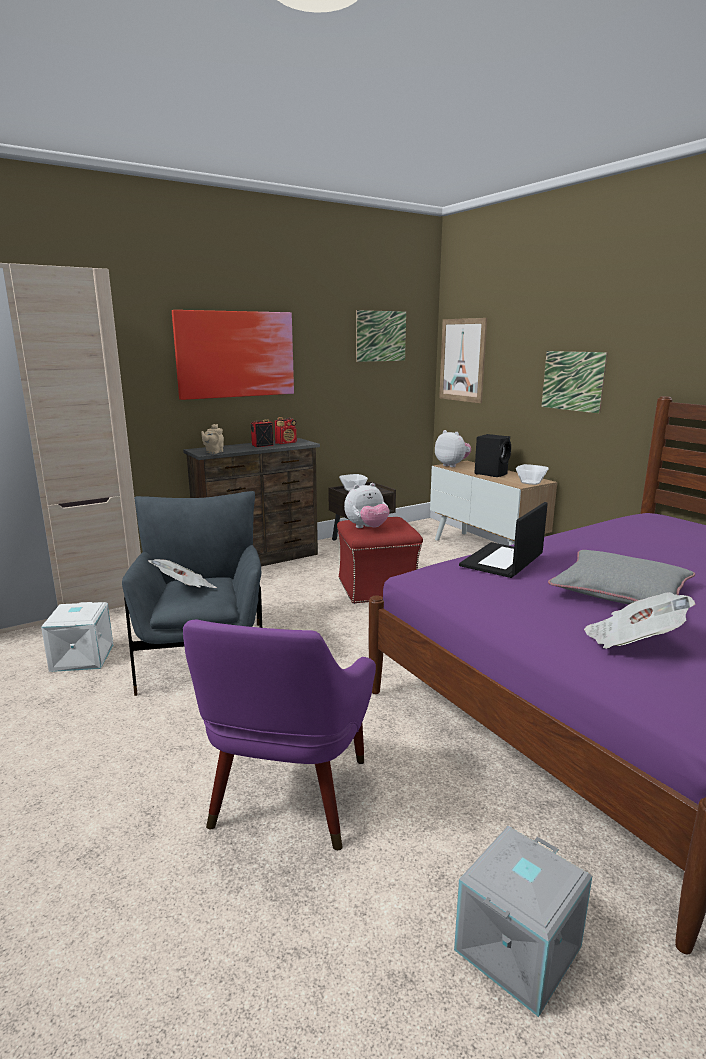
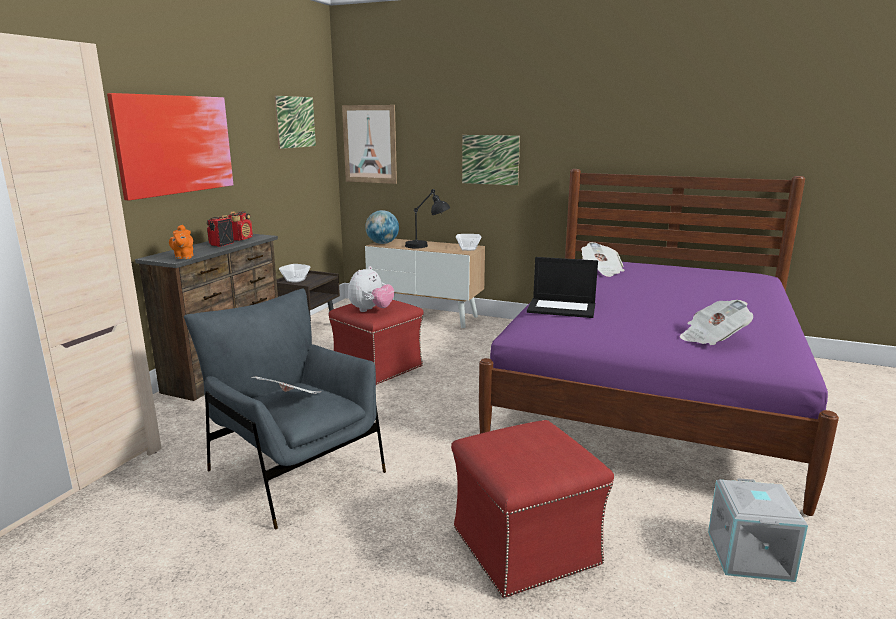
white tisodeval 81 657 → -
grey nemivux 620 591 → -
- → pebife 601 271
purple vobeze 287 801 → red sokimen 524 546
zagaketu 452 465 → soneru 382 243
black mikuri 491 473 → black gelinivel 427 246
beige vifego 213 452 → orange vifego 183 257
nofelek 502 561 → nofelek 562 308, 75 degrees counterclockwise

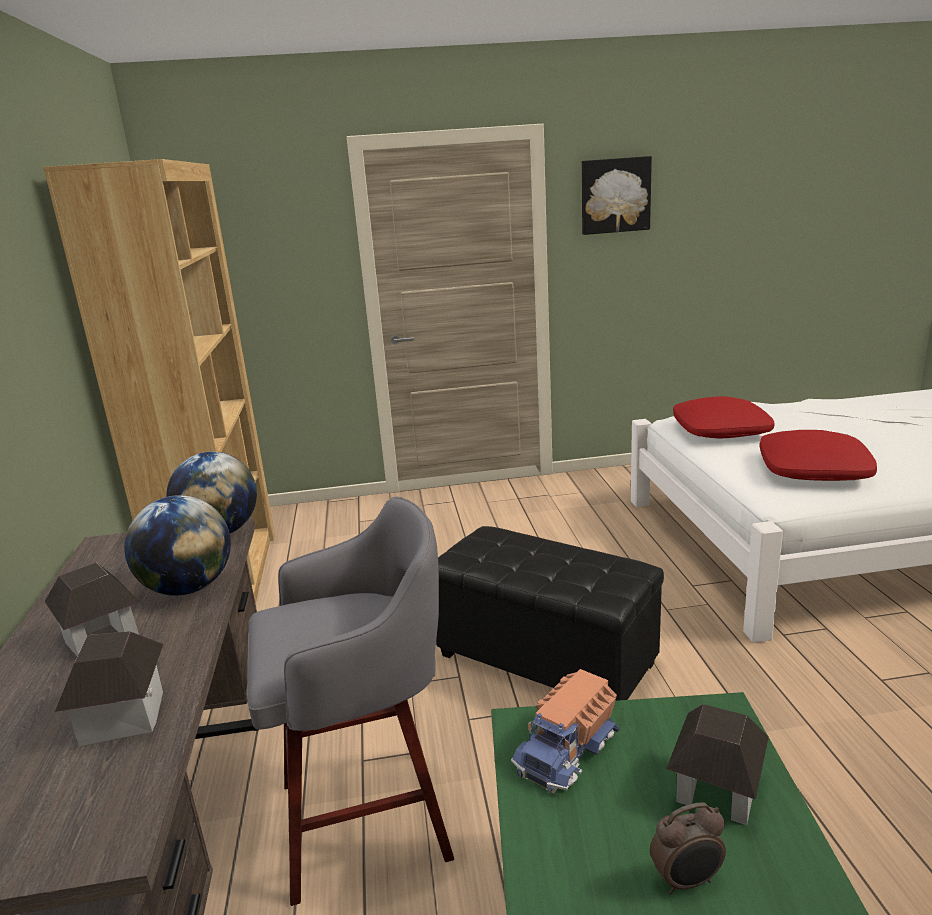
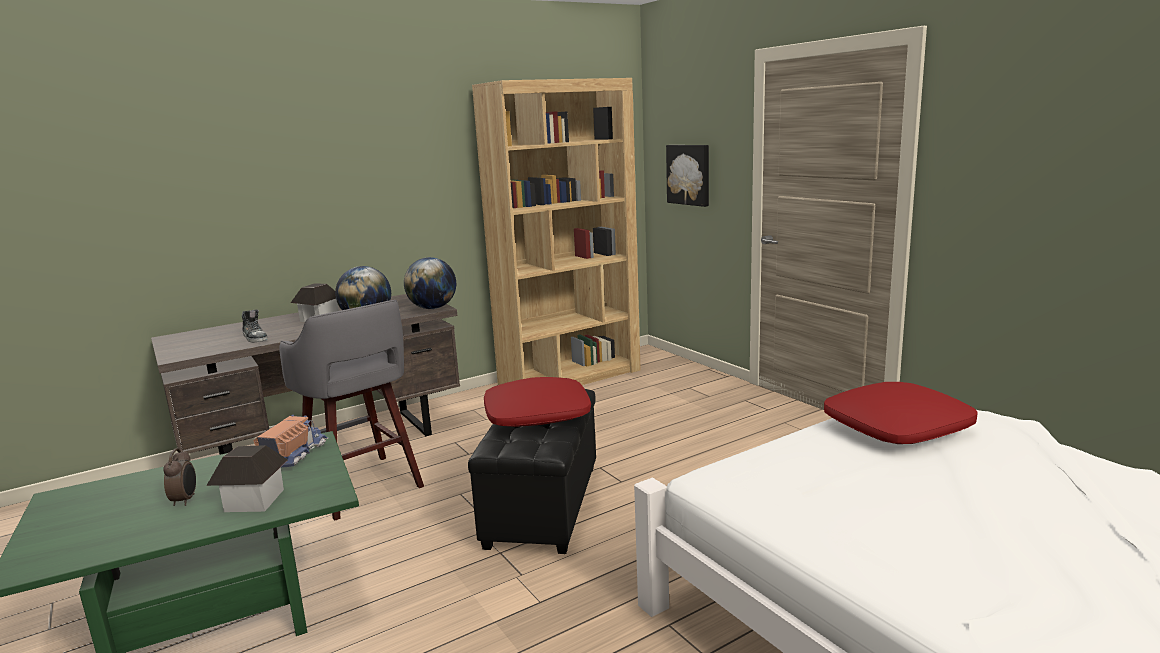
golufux 615 195 → golufux 689 174, shifted
red nemivux 814 470 → red nemivux 537 415, shifted
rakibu 123 716 → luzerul 255 338
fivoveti 568 750 → fivoveti 292 456, 90 degrees clockwise
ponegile 687 881 → ponegile 185 500, 150 degrees counterclockwise

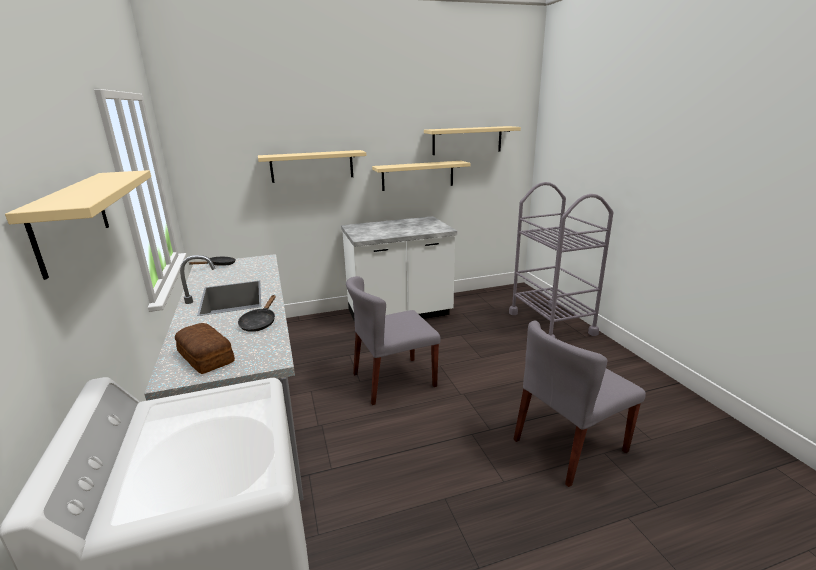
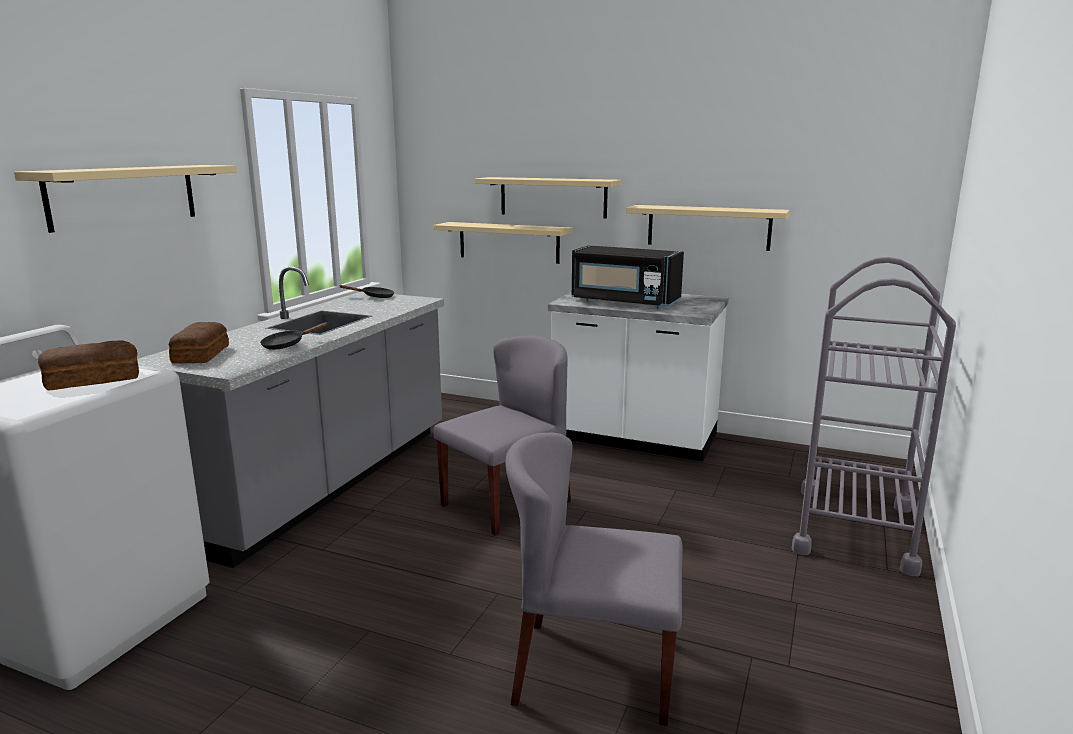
- → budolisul 92 379
- → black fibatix 624 302
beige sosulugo 467 140 → beige sosulugo 508 242, shifted
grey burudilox 393 380 → grey burudilox 506 502, 120 degrees clockwise

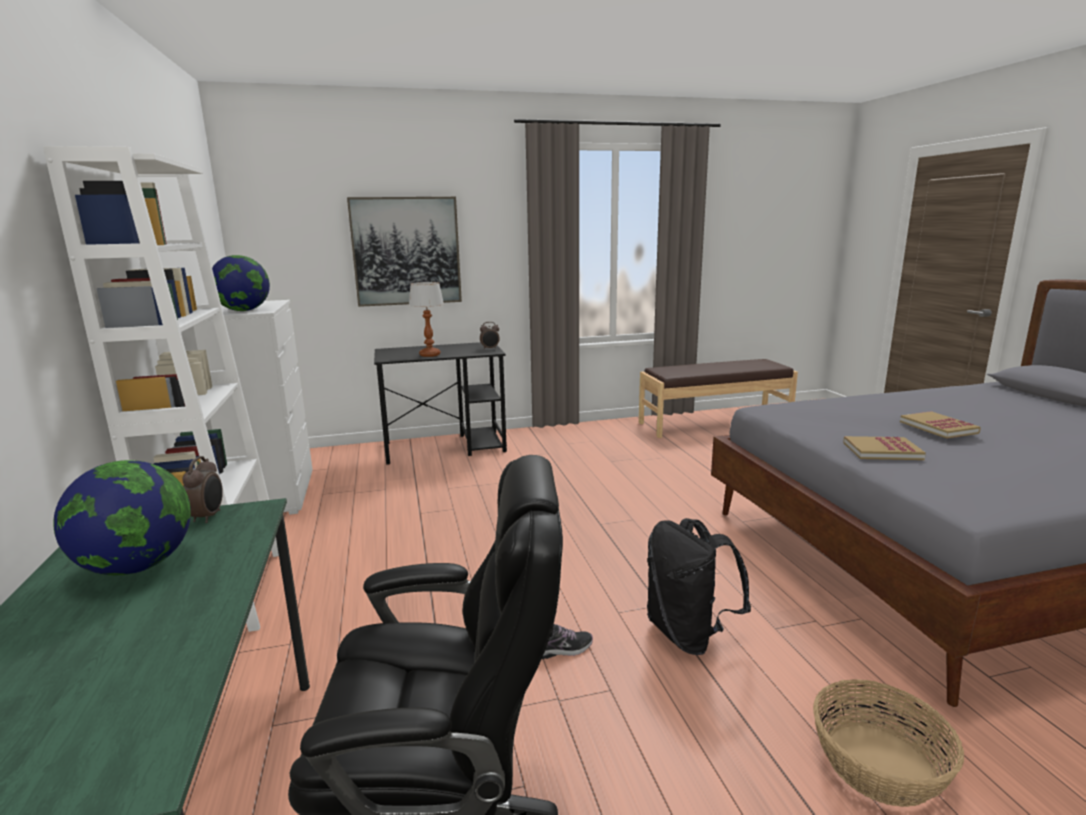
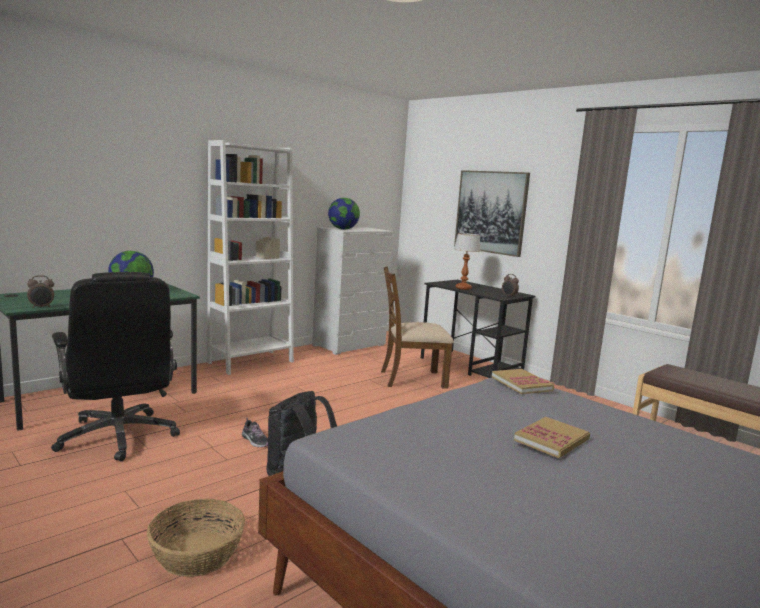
- → brown burudilox 412 379
ponegile 208 517 → ponegile 41 307, shifted
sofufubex 882 451 → sofufubex 521 383, shifted

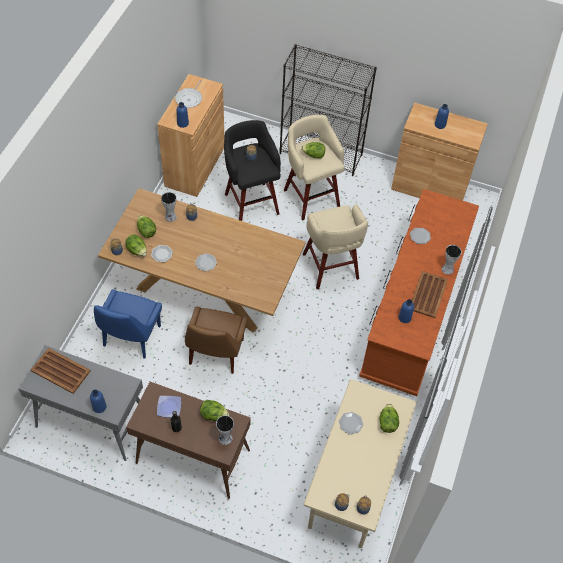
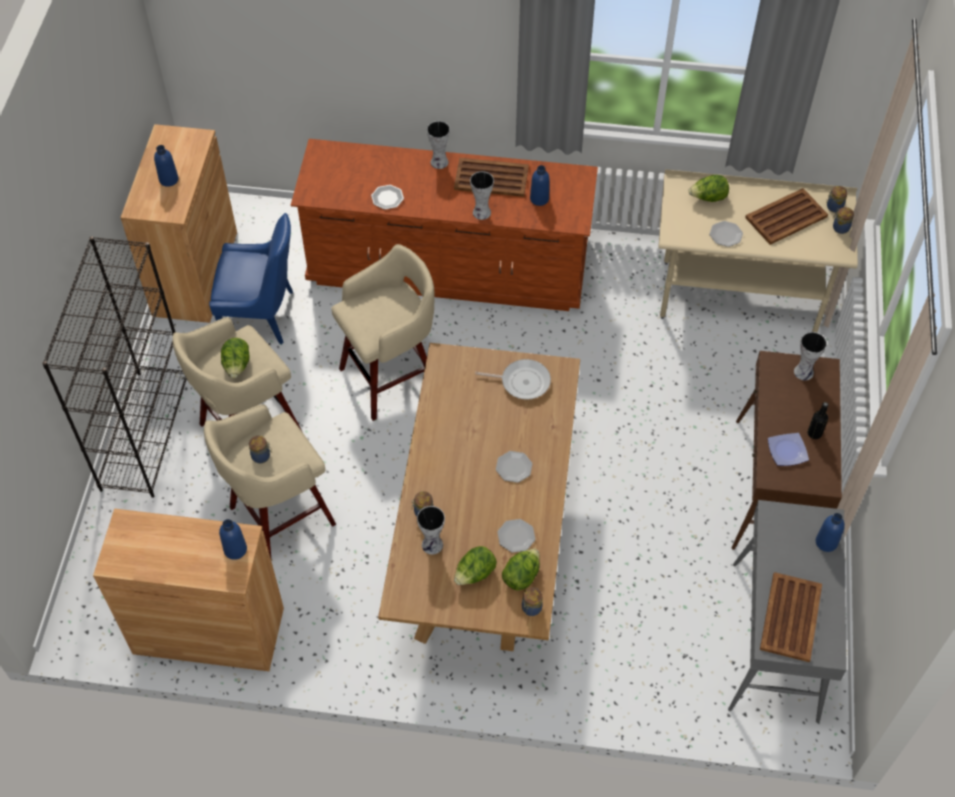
brown burudilox 215 353 → -
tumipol 213 415 → -
- → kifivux 481 213
- → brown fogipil 787 217
blue burudilox 131 337 → blue burudilox 261 315, shifted
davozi 189 99 → davozi 522 381, shifted
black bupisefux 251 202 → beige bupisefux 279 517

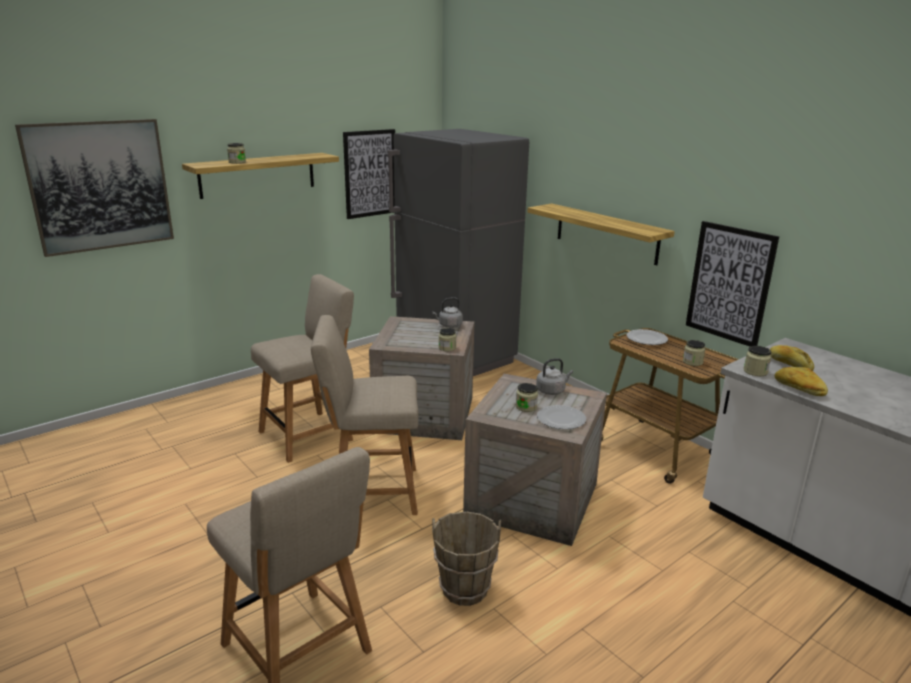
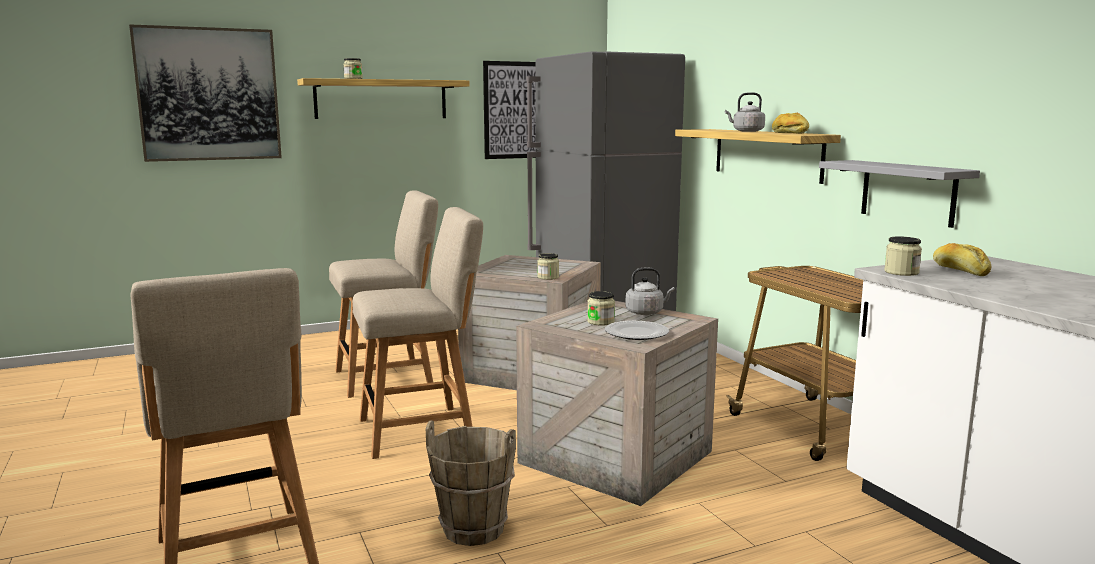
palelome 646 339 → -
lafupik 692 362 → -
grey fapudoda 449 325 → grey fapudoda 746 131, shifted
budolisul 799 389 → budolisul 789 133, shifted
golufux 730 283 → grey sosulugo 907 192
beige burudilox 371 492 → beige burudilox 422 430, 150 degrees clockwise

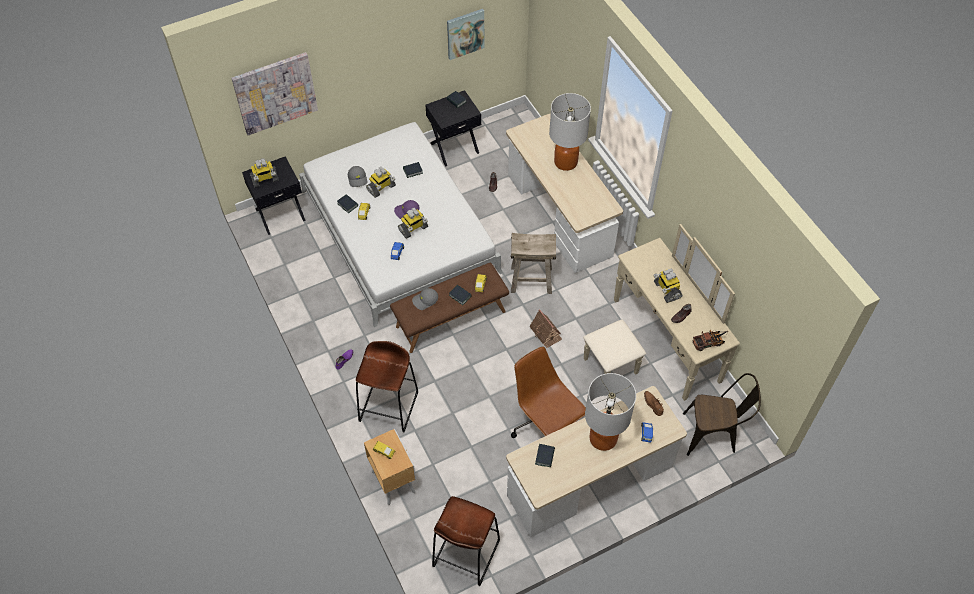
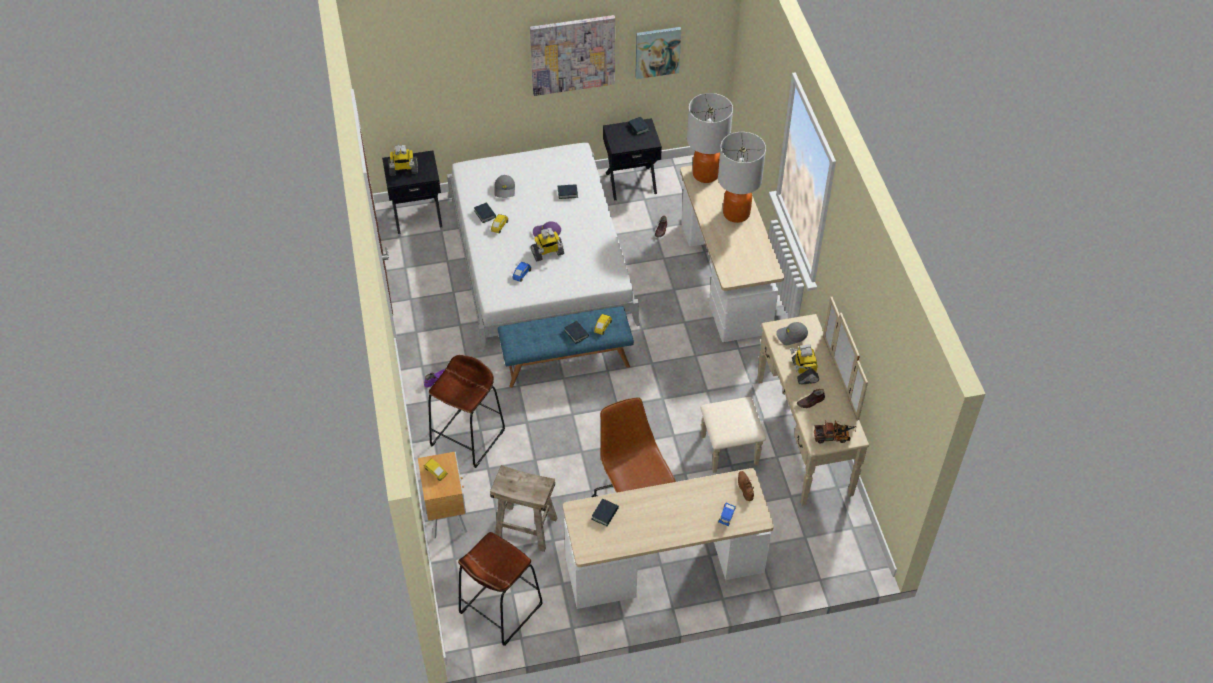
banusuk 381 188 → -
rakibu 546 333 → -
brown burudilox 713 434 → -
golufux 275 93 → golufux 572 54, shifted
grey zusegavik 425 301 → grey zusegavik 791 336, shifted
beige bupisefux 531 280 → beige bupisefux 525 528, shifted
gelinivel 603 438 → gelinivel 706 174, shifted
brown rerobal 450 318 → blue rerobal 566 361

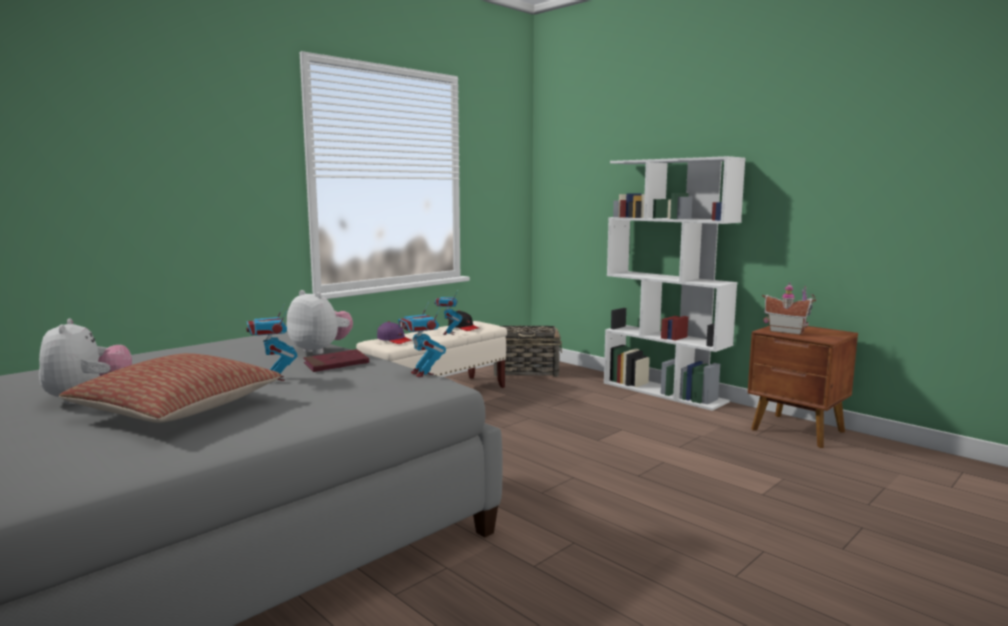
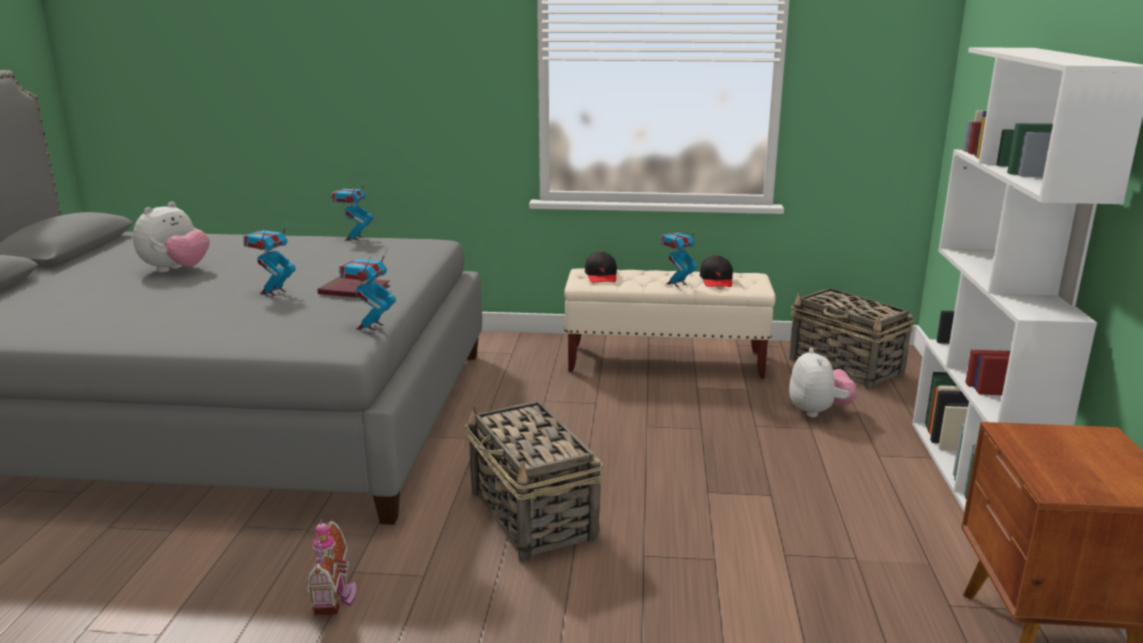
nemivux 177 410 → -
- → banusuk 354 238
- → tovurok 533 517
zagaketu 320 350 → zagaketu 818 411, shifted
rakibu 786 331 → rakibu 336 597, shifted
purple zusegavik 394 340 → black zusegavik 601 276

